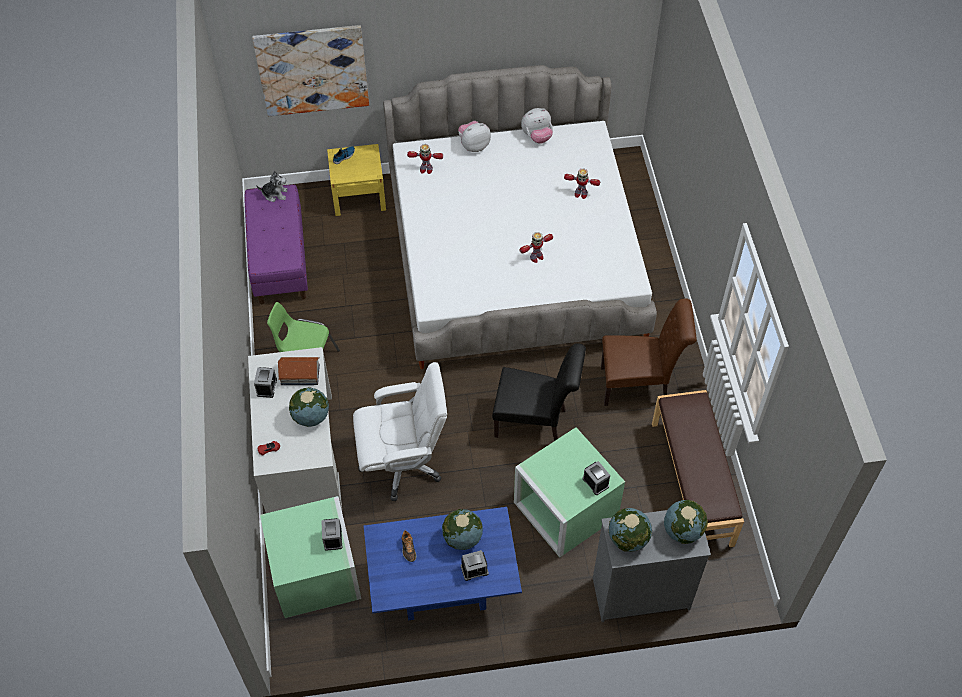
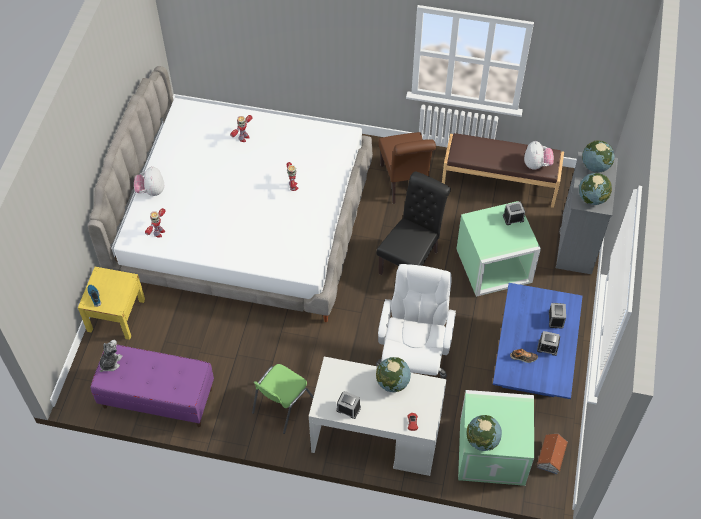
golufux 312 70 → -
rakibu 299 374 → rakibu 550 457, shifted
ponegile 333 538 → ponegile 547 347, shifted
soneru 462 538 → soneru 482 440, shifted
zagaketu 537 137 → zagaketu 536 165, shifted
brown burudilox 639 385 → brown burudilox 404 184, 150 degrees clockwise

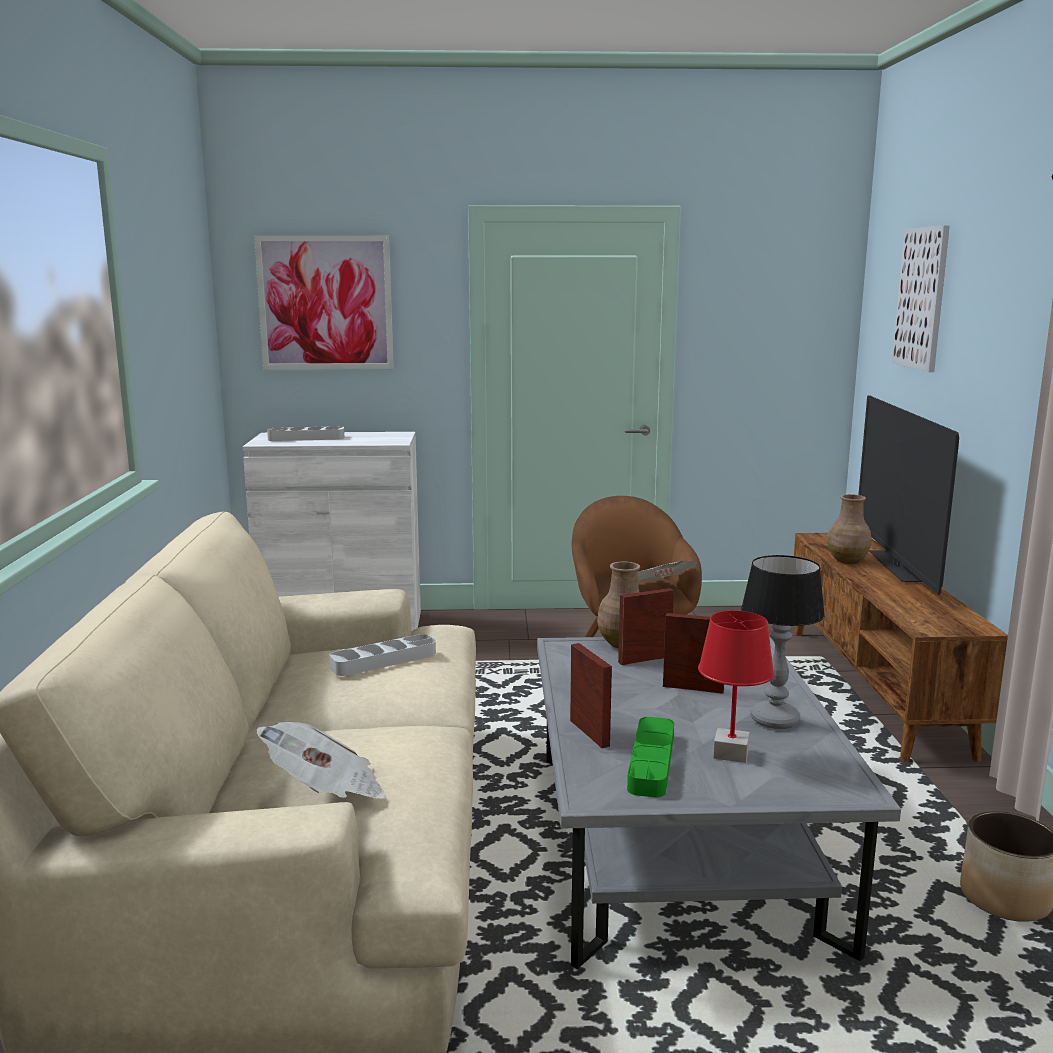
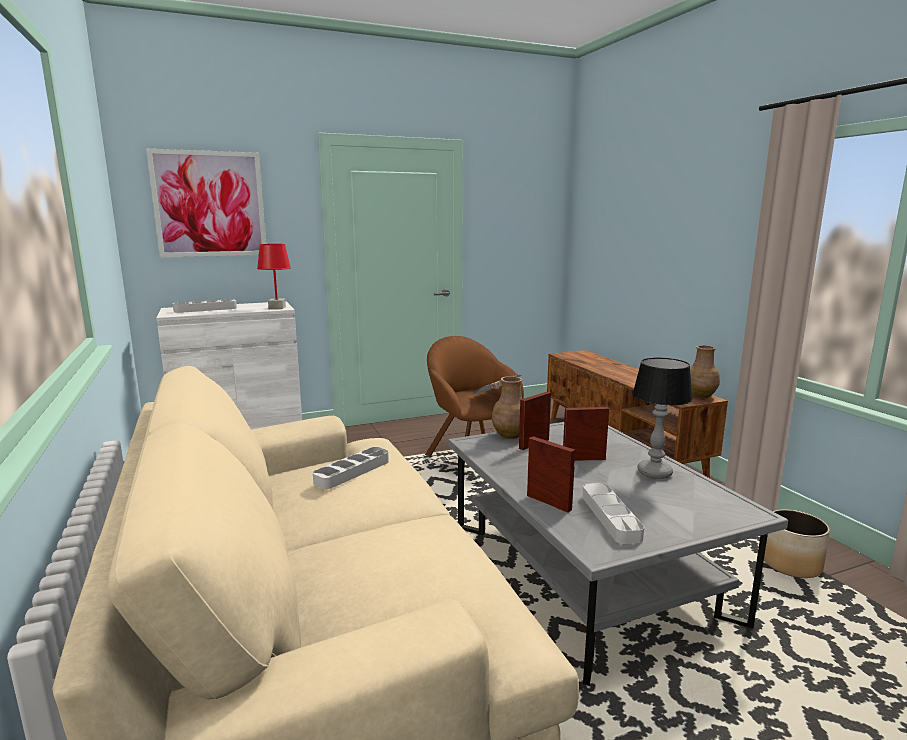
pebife 326 791 → -
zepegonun 894 566 → -
golufux 921 298 → -
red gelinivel 730 754 → red gelinivel 276 308, shifted
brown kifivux 848 561 → brown kifivux 701 395, shifted
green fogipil 651 762 → grey fogipil 610 517

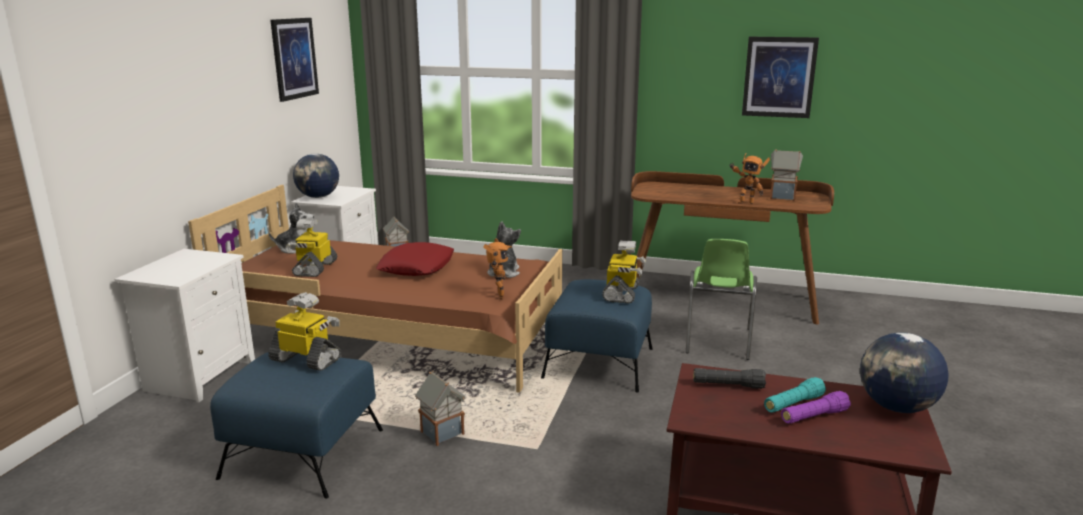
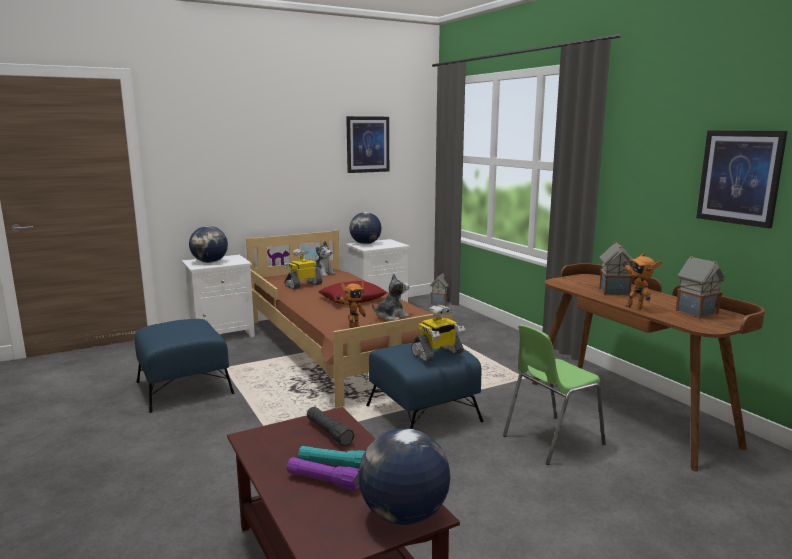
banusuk 307 359 → -
- → soneru 210 262
rakibu 441 432 → rakibu 614 291, shifted

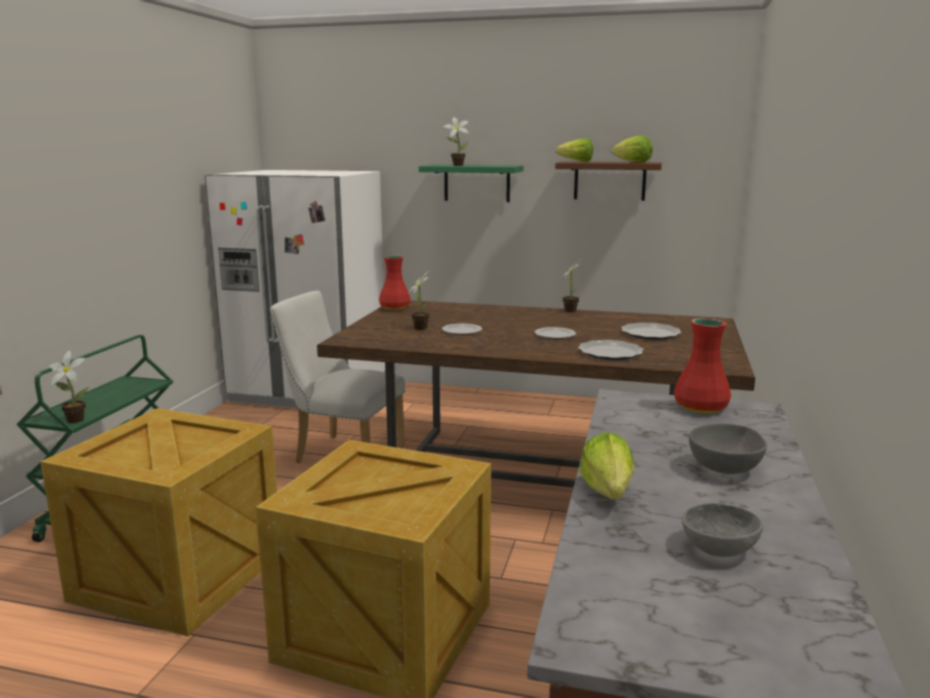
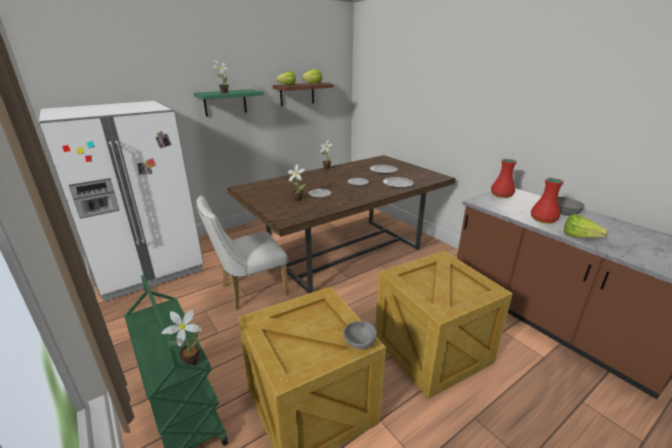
red kifivux 395 308 → red kifivux 542 219, shifted
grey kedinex 717 548 → grey kedinex 359 343, shifted

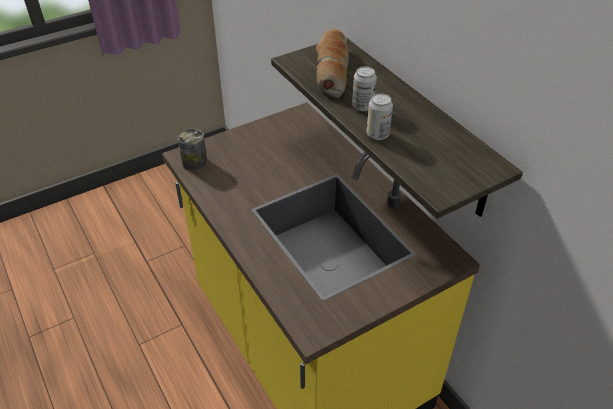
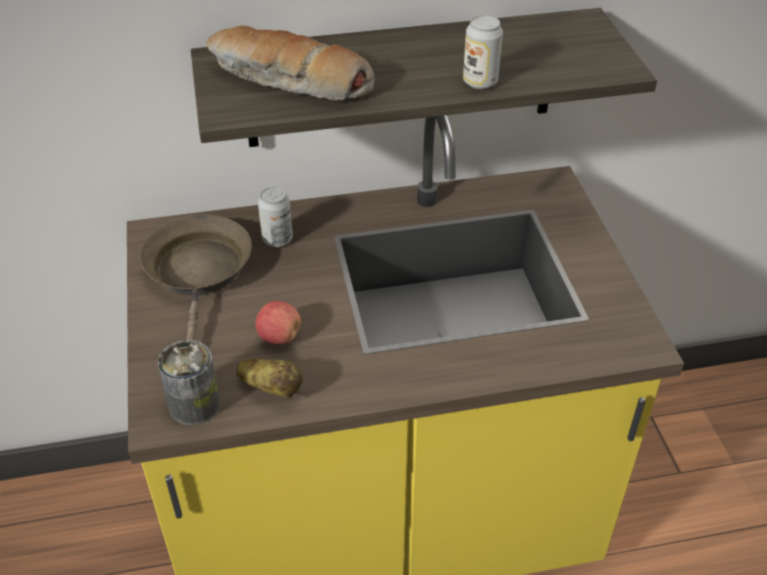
- → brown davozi 199 275
- → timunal 271 388
- → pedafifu 279 337
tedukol 363 106 → tedukol 277 239, shifted

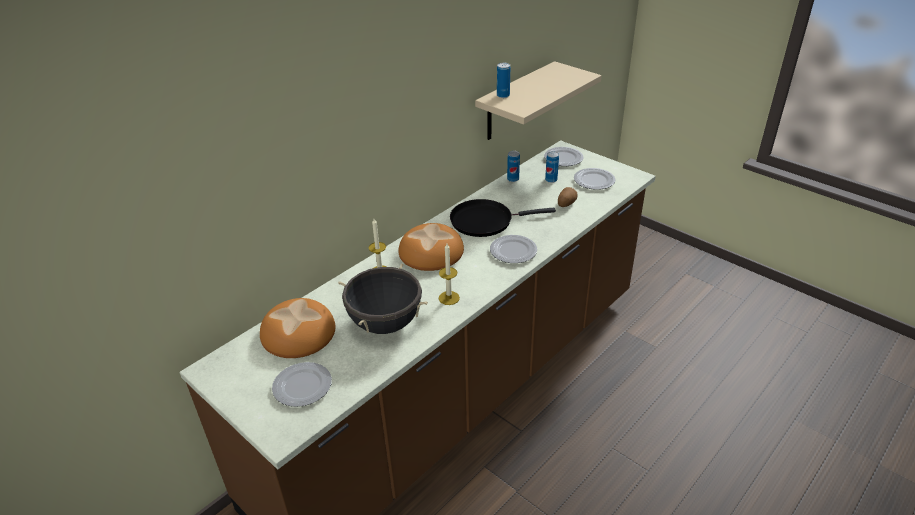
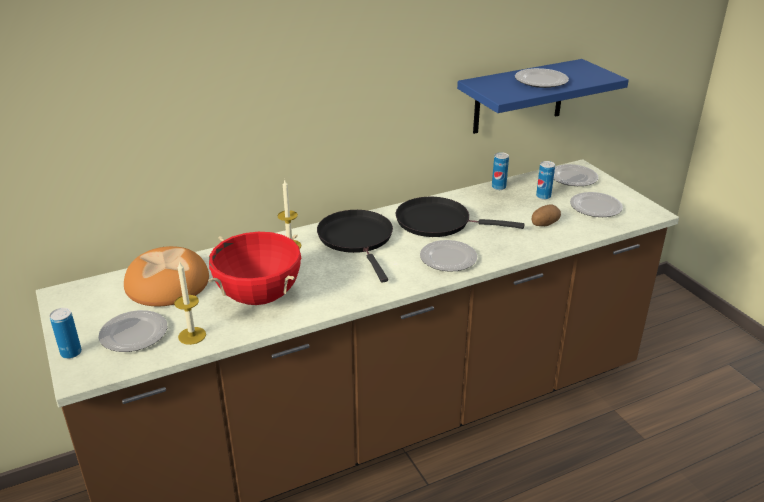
- → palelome 540 81
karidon 449 298 → karidon 192 335, shifted
tedukol 503 95 → tedukol 71 353, shifted
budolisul 431 252 → black davozi 357 239
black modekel 385 323 → red modekel 259 296
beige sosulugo 516 102 → blue sosulugo 519 97

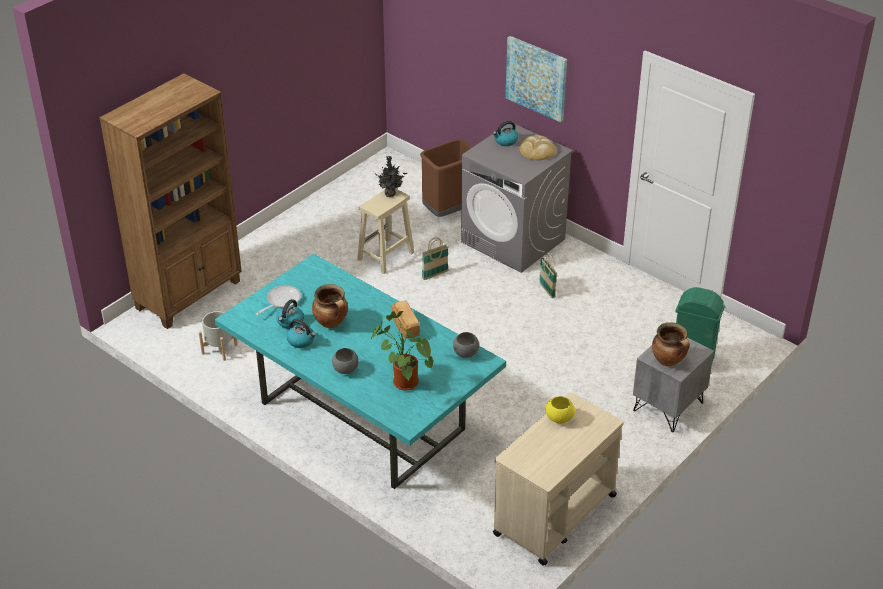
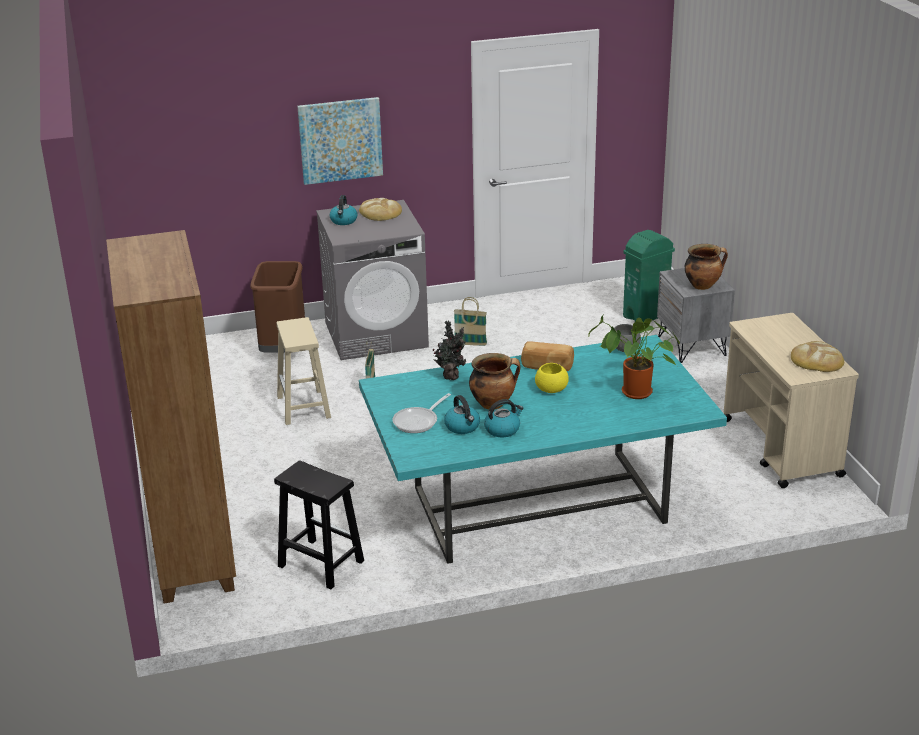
grey kedinex 345 369 → -
- → budolisul 816 360
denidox 391 194 → denidox 451 376, shifted
yellow kedinex 559 417 → yellow kedinex 550 389, shifted
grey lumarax 219 349 → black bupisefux 319 563
davozi 281 301 → davozi 418 421, 120 degrees counterclockwise

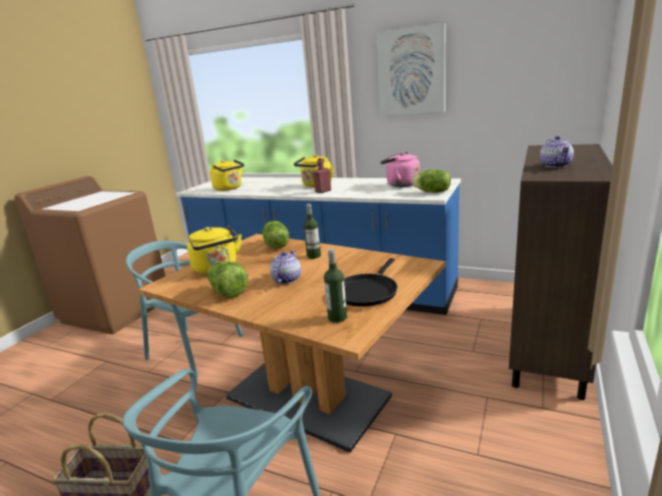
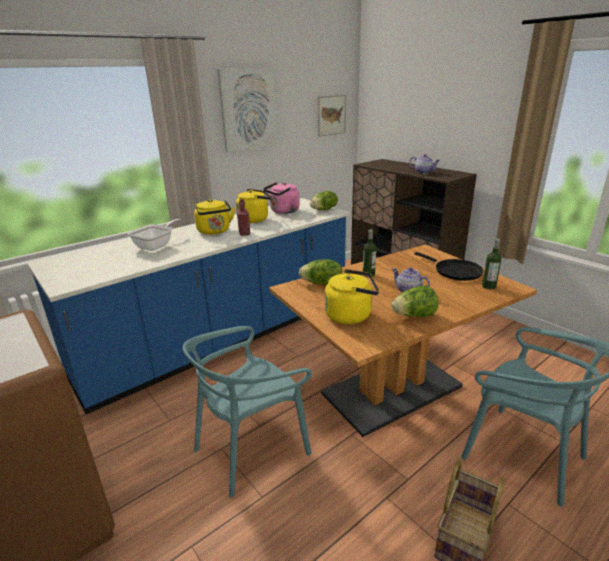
- → davozi 157 246
- → golufux 331 115
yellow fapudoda 229 188 → yellow fapudoda 255 219, shifted

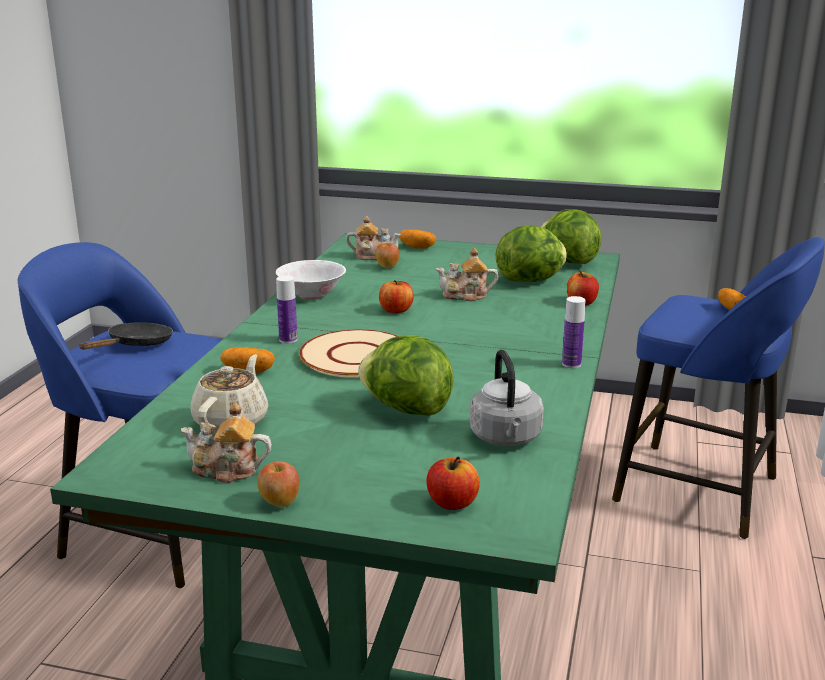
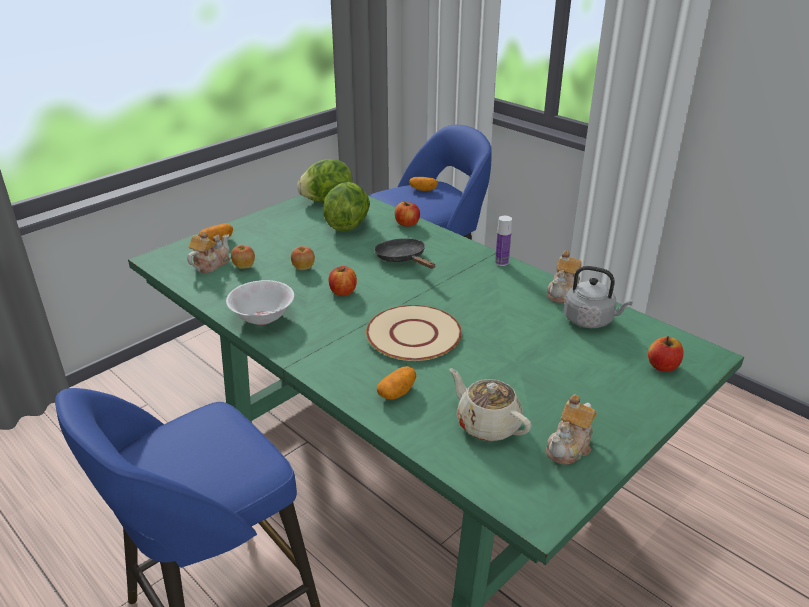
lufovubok 288 340 → -
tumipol 406 409 → -
black davozi 136 345 → black davozi 403 259, shifted
pedafifu 279 502 → pedafifu 303 268, shifted
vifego 466 296 → vifego 563 292, shifted

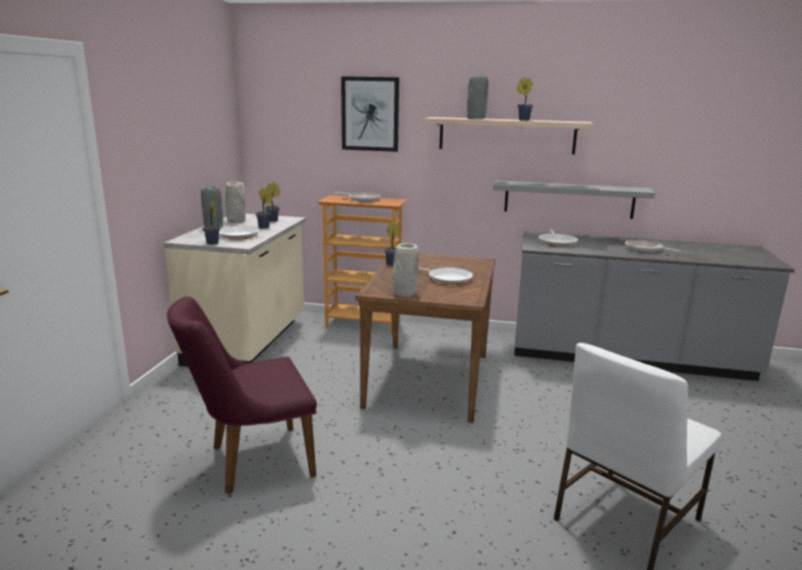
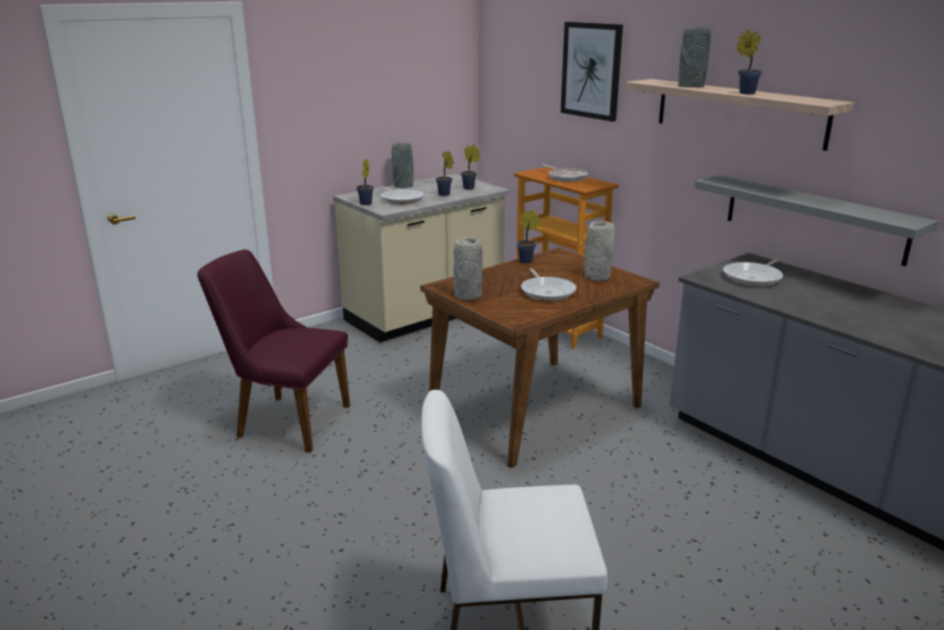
davozi 645 249 → -
grey kifivux 236 221 → grey kifivux 596 277, shifted

